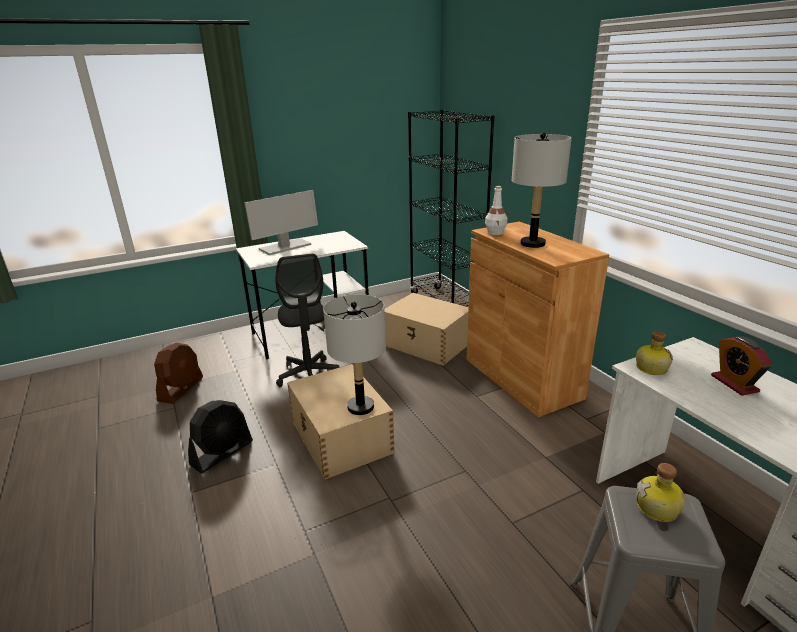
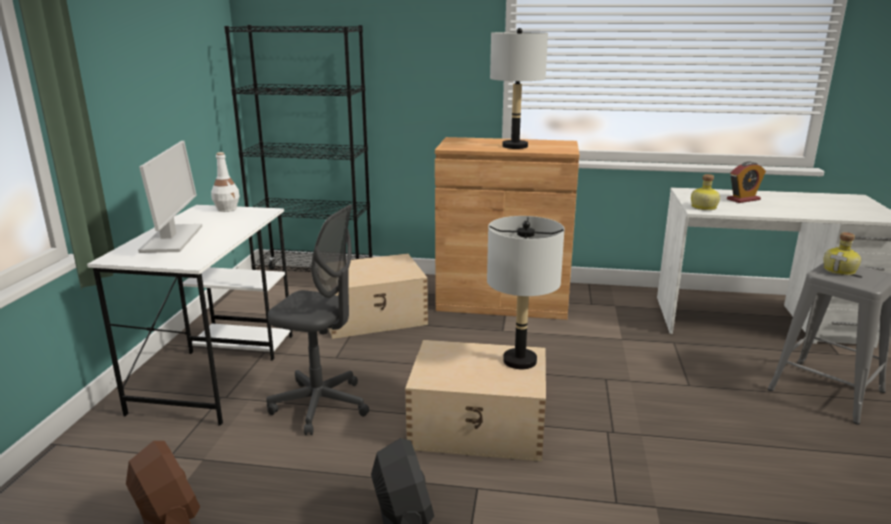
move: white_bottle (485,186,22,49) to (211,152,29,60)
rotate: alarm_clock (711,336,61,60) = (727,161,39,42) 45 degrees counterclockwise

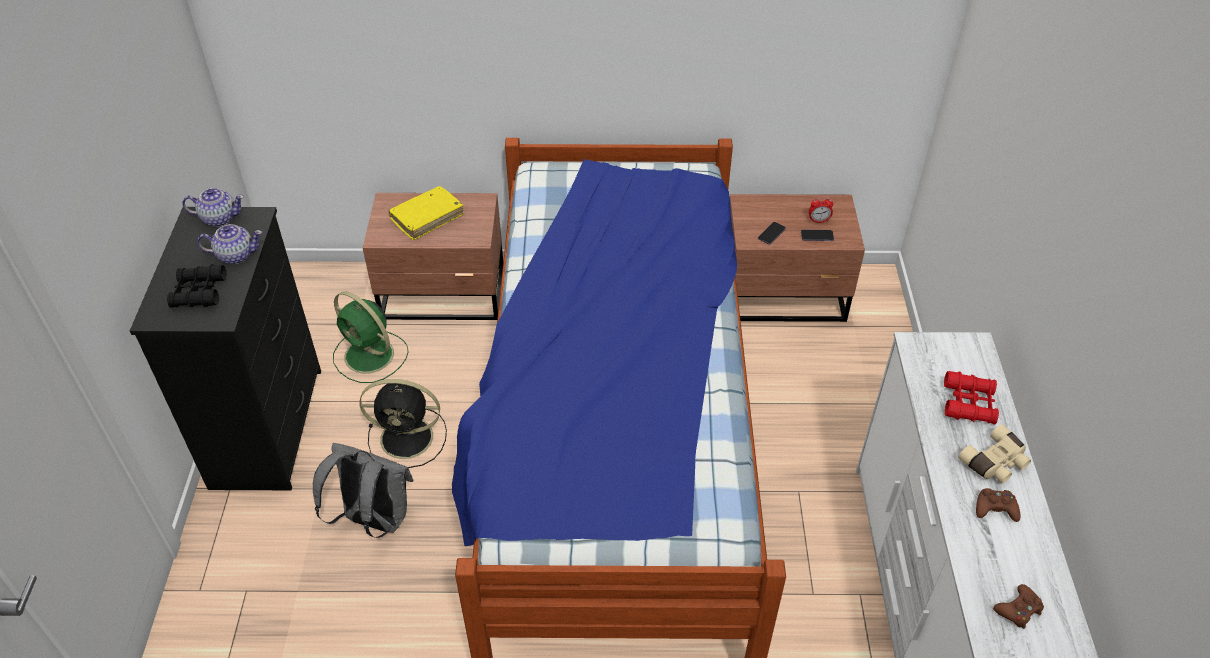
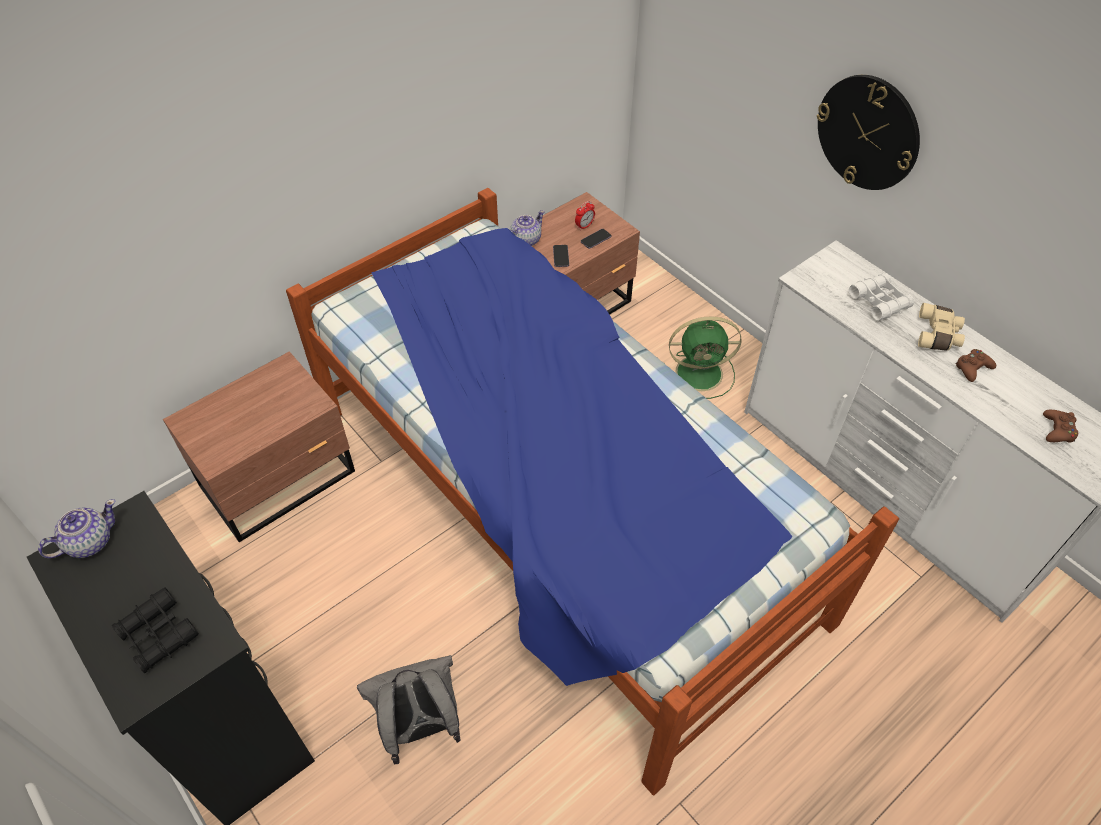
delete: black_fan (360,379,87,89); yellow_book (388,186,76,54)
insert: wall_clock (817,75,103,115)
move: teapot (197,224,65,40) to (510,210,35,36); green_fan (333,291,75,92) to (664,317,78,82)
recolor: red_binoculars (944,371,55,53) to white_binoculars (849,273,65,47)

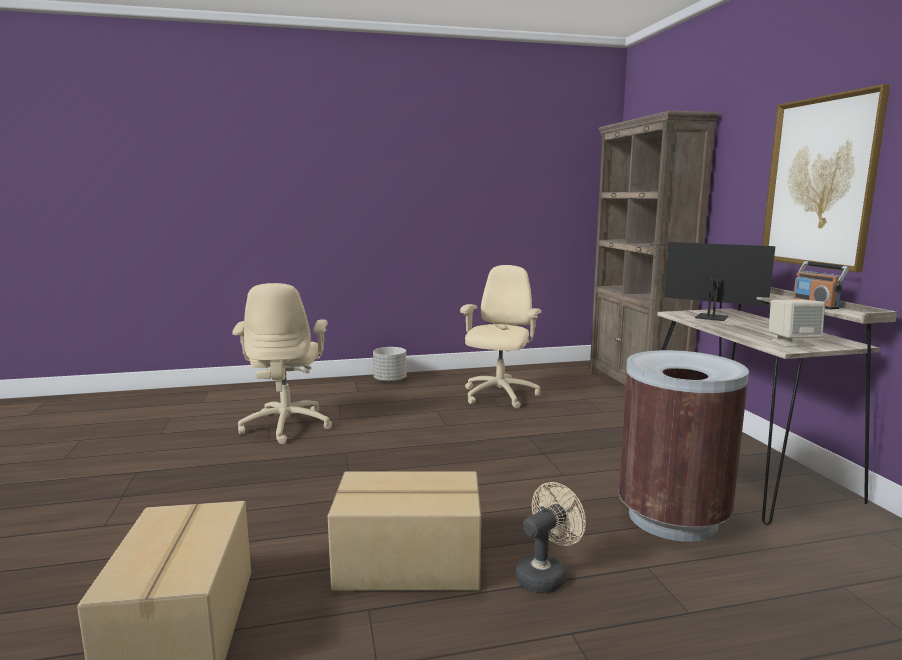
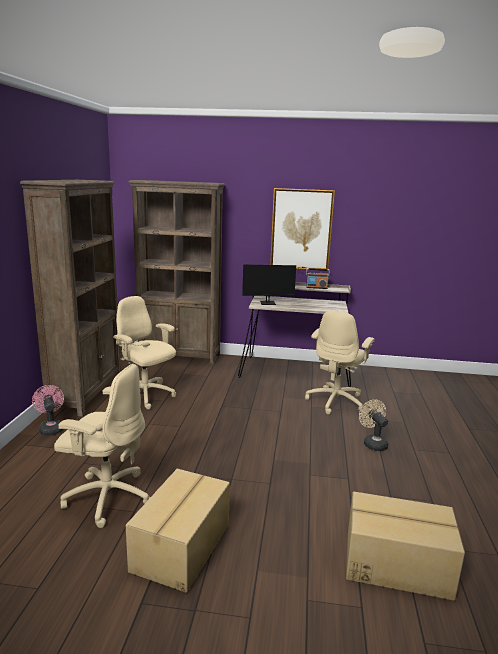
delete: beige_speaker (769,300,56,47)
insert: brown_bookcase (20,180,101,237)
move: cardboard_box (328,471,153,120) to (126,469,104,124)
replace: grey_planter (373,347,34,36) to pink_fan (32,385,32,51); brown_trash_can (618,350,131,192) to beige_office_chair (305,311,70,103)
rotate: monitor (643,242,132,79) = (242,264,68,41) 150 degrees counterclockwise

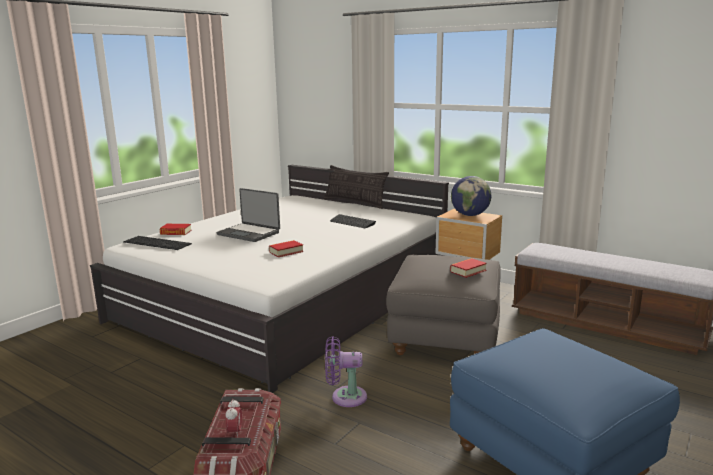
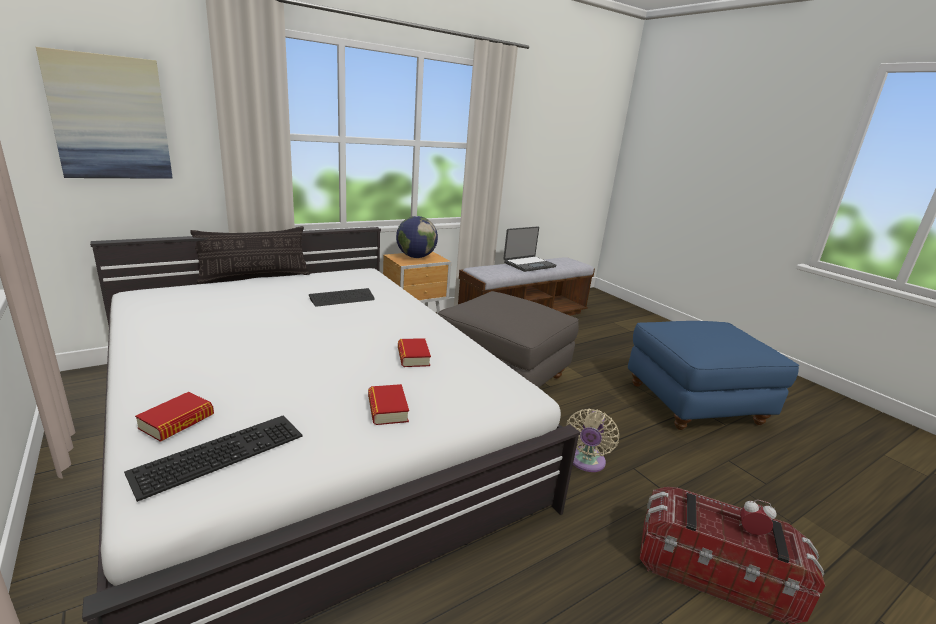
insert: picture (36,47,137,132)
move: book (450,258,37,20) to (368,384,41,41); laptop (217,188,63,54) to (503,226,53,46)
recolor: purple_fan (325,336,42,71) to beige_fan (566,408,53,64)

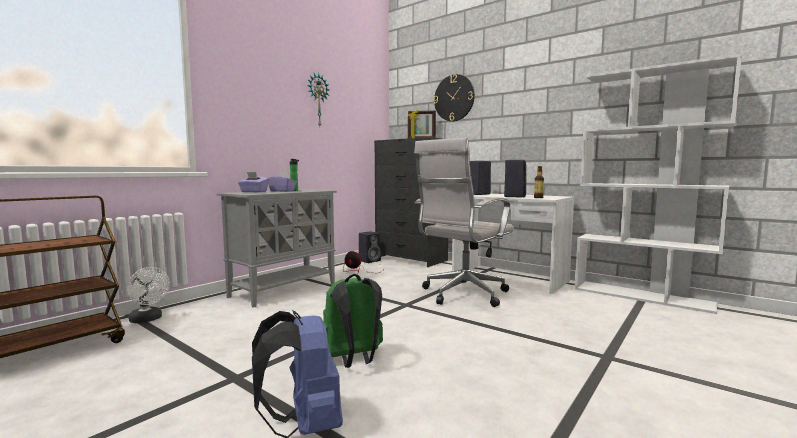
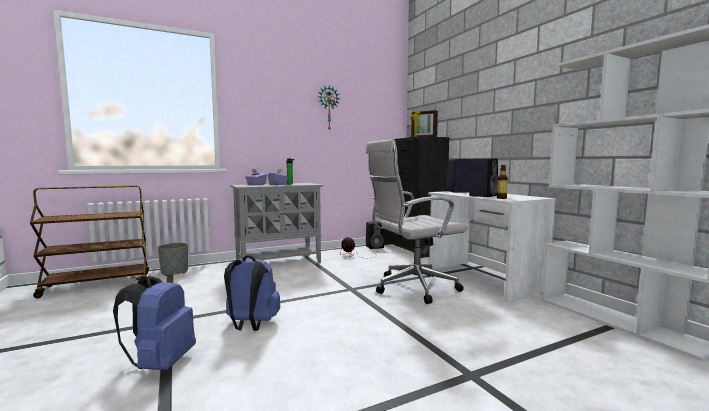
delete: wall_clock (434,74,41,47)
replace: white_fan (127,267,43,56) to grey_planter (158,243,30,33)
recolor: green_backpack (323,274,60,94) to blue_backpack (224,255,56,76)

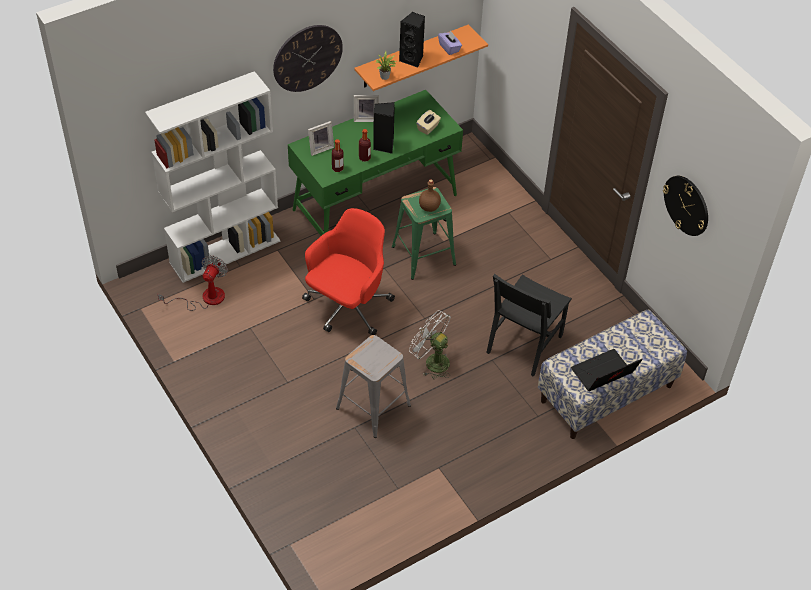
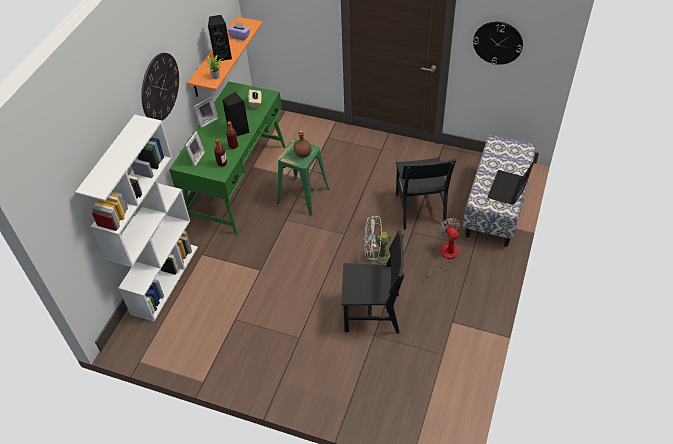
delete: red_office_chair (302,208,93,127)
move: fan (158,256,70,55) to (427,218,33,60)
replace: grey_stool (336,335,75,103) to black_chair (341,231,63,103)

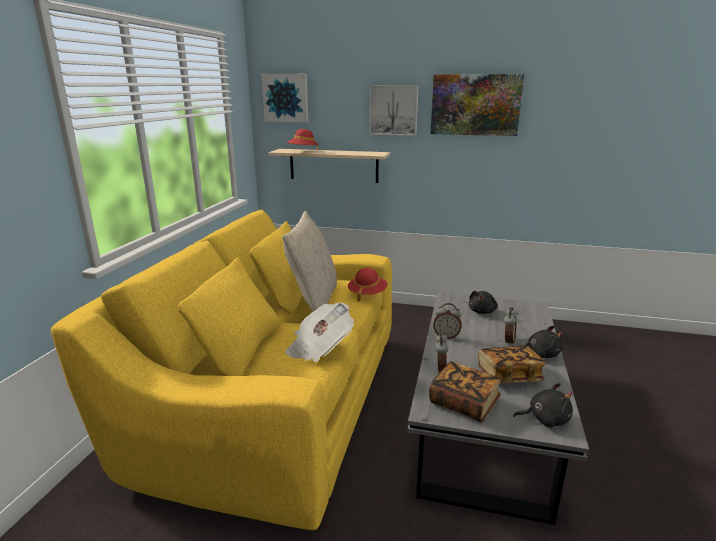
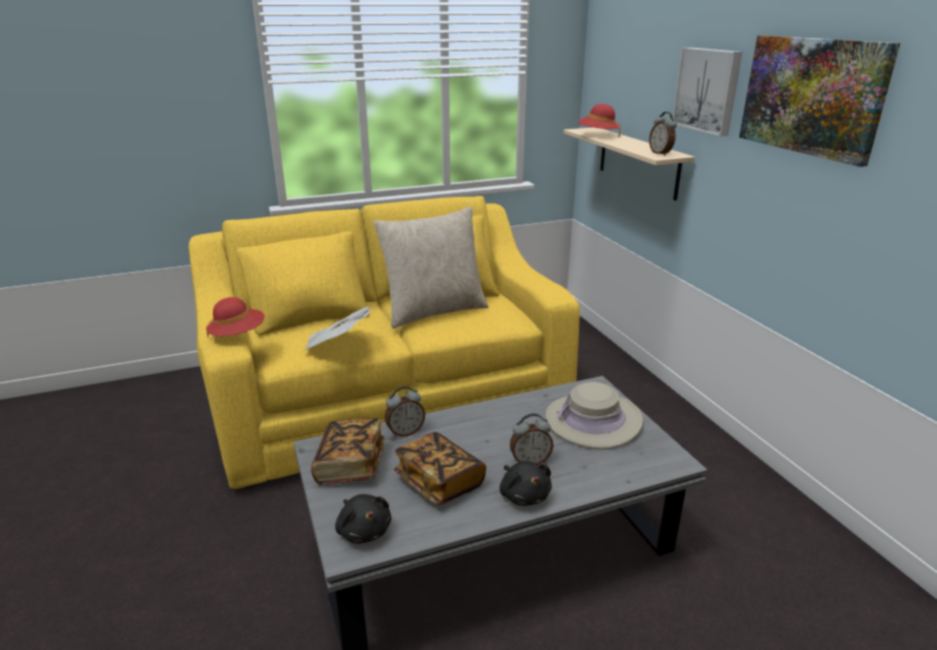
delete: picture (262,74,46,48)
move: red_hat (348,268,39,34) to (206,297,59,40); alarm_clock (433,303,28,36) to (649,112,28,44)
replace: black_plush_toy (469,291,29,23) to beige_hat (545,382,98,68)

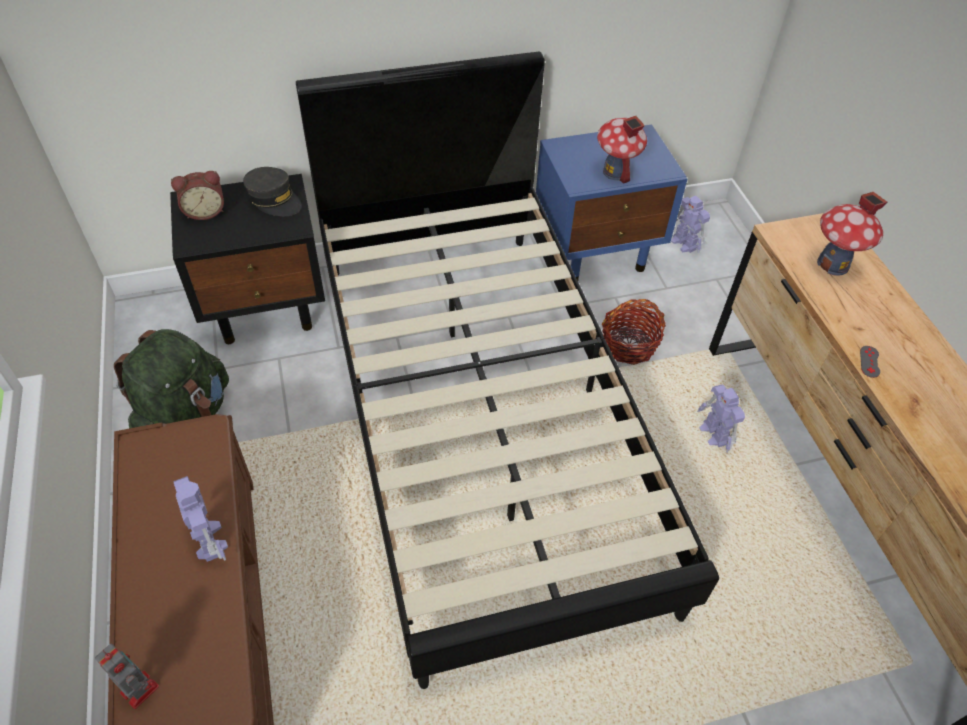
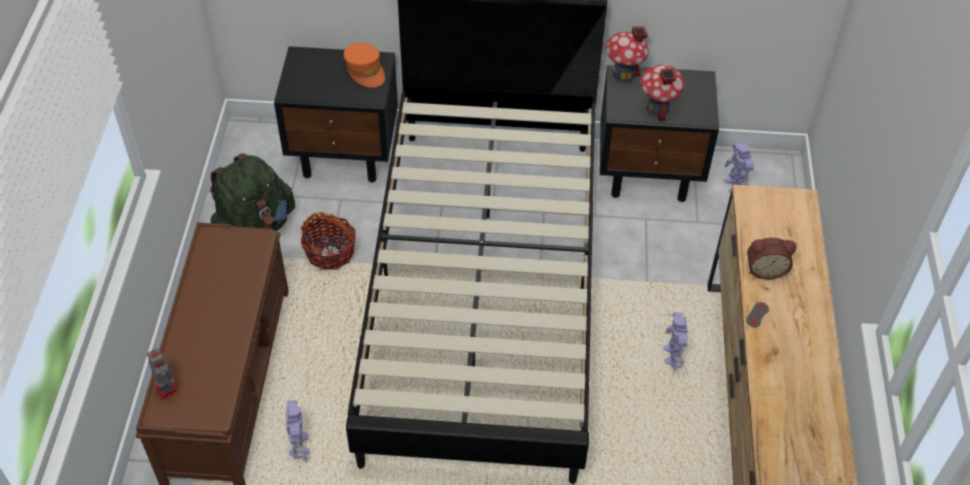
move: toy_robot (174,476,54,86) to (286,400,24,62); basket (602,299,64,66) to (300,212,56,58); toy_house (817,192,70,84) to (606,26,43,58); alarm_clock (171,171,53,49) to (747,238,49,41)
recolor: grey_cap (243,167,59,49) to orange_cap (344,42,41,46); blue_nightstand (536,124,151,157) to black_nightstand (600,65,119,137)

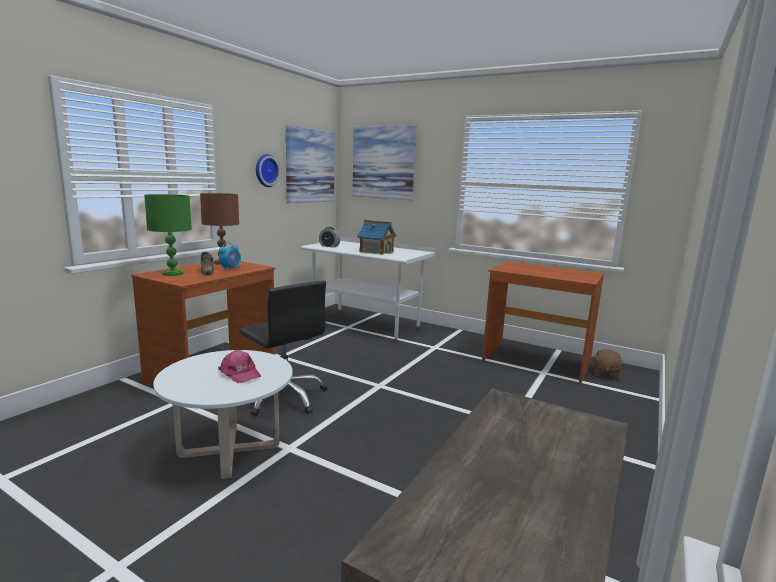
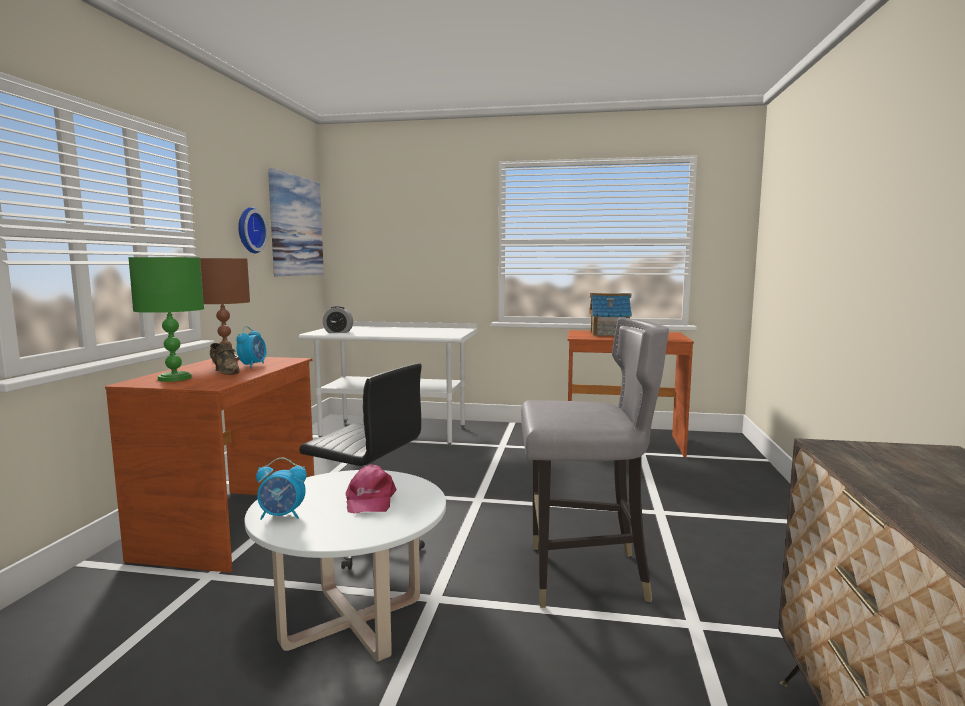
delete: picture (352,125,64,75); brown_plush_toy (594,349,30,30)
insert: alarm_clock (256,458,51,62); grey_chair (521,317,148,291)
move: toy_house (357,220,39,35) to (589,293,43,43)
rotate: pink_cap (218,350,43,33) = (346,464,51,50) 60 degrees clockwise

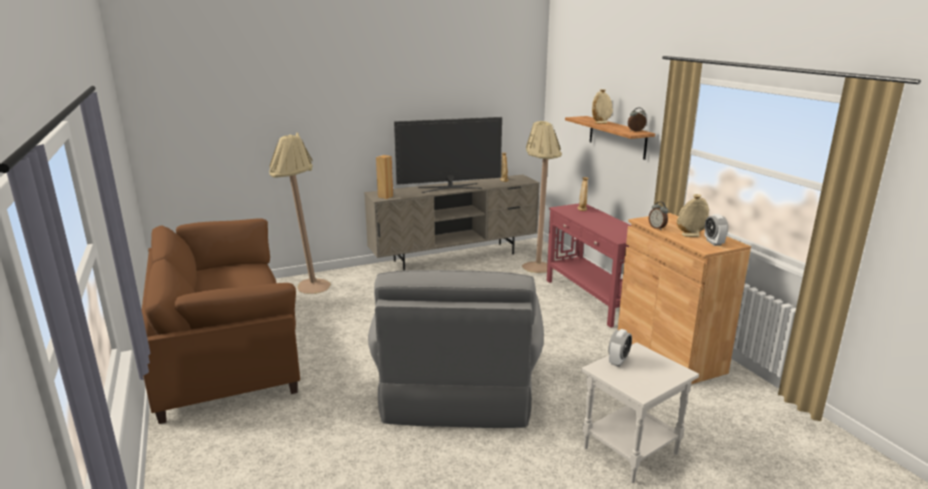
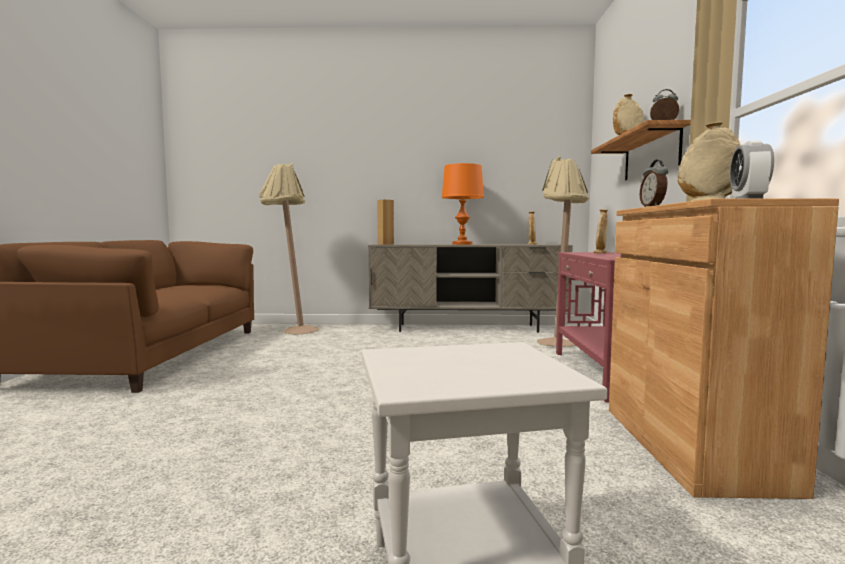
delete: grey_armchair (368,270,176,158); alarm_clock (608,329,24,38)
replace: television (394,117,108,76) to orange_table_lamp (442,163,42,82)

